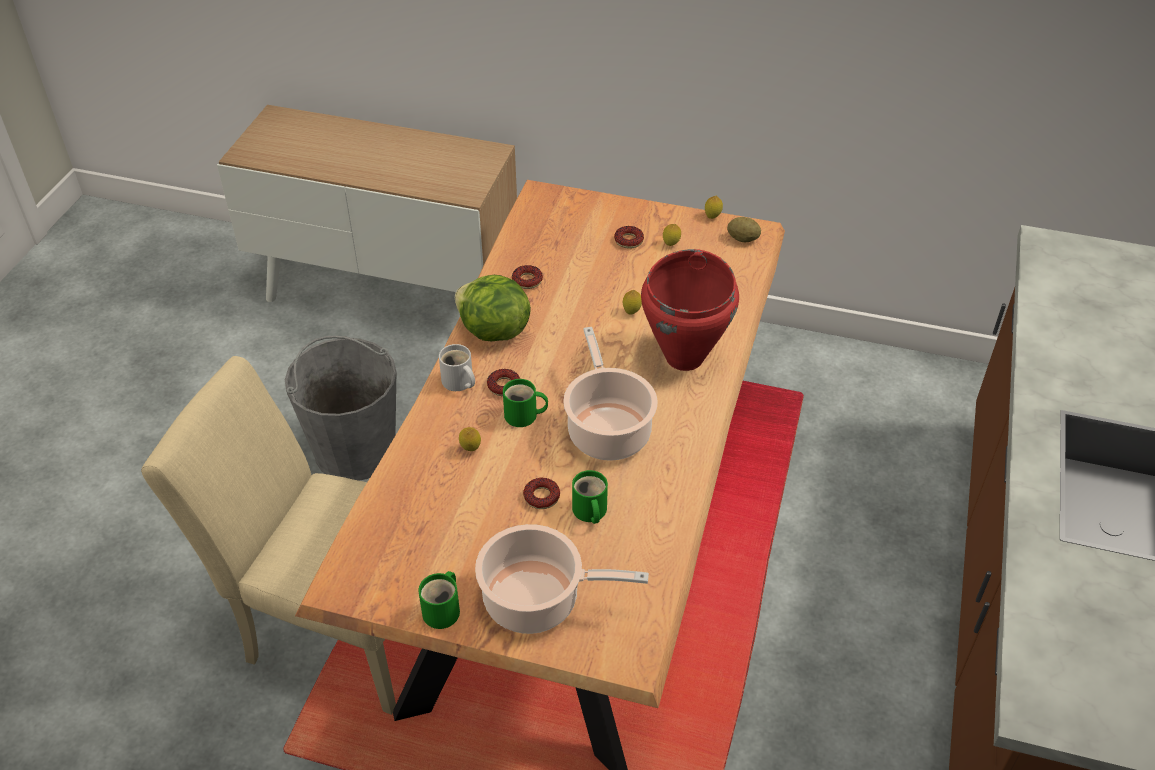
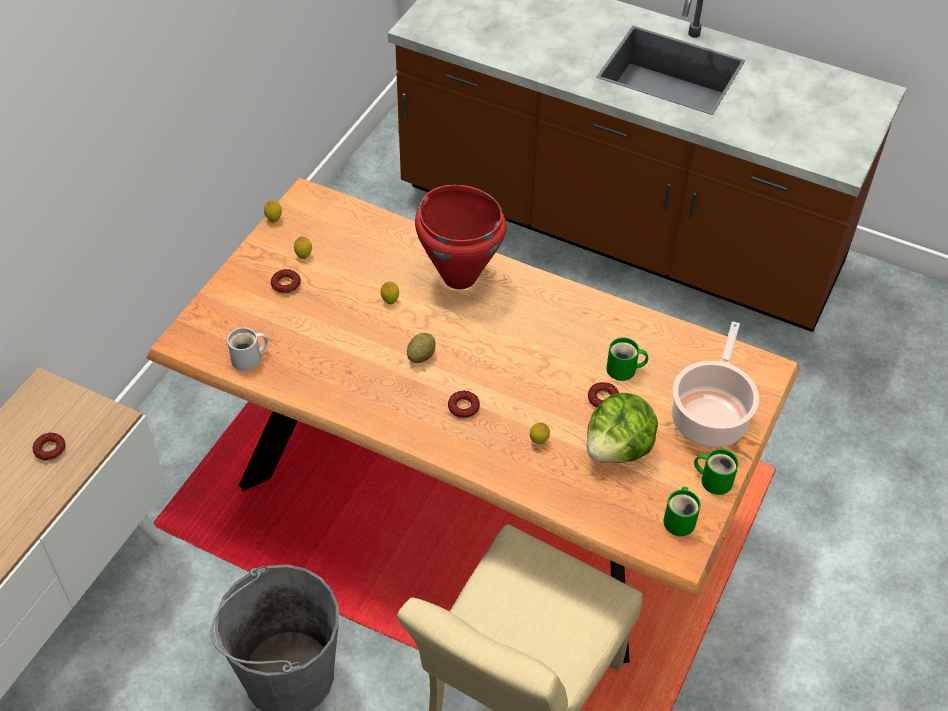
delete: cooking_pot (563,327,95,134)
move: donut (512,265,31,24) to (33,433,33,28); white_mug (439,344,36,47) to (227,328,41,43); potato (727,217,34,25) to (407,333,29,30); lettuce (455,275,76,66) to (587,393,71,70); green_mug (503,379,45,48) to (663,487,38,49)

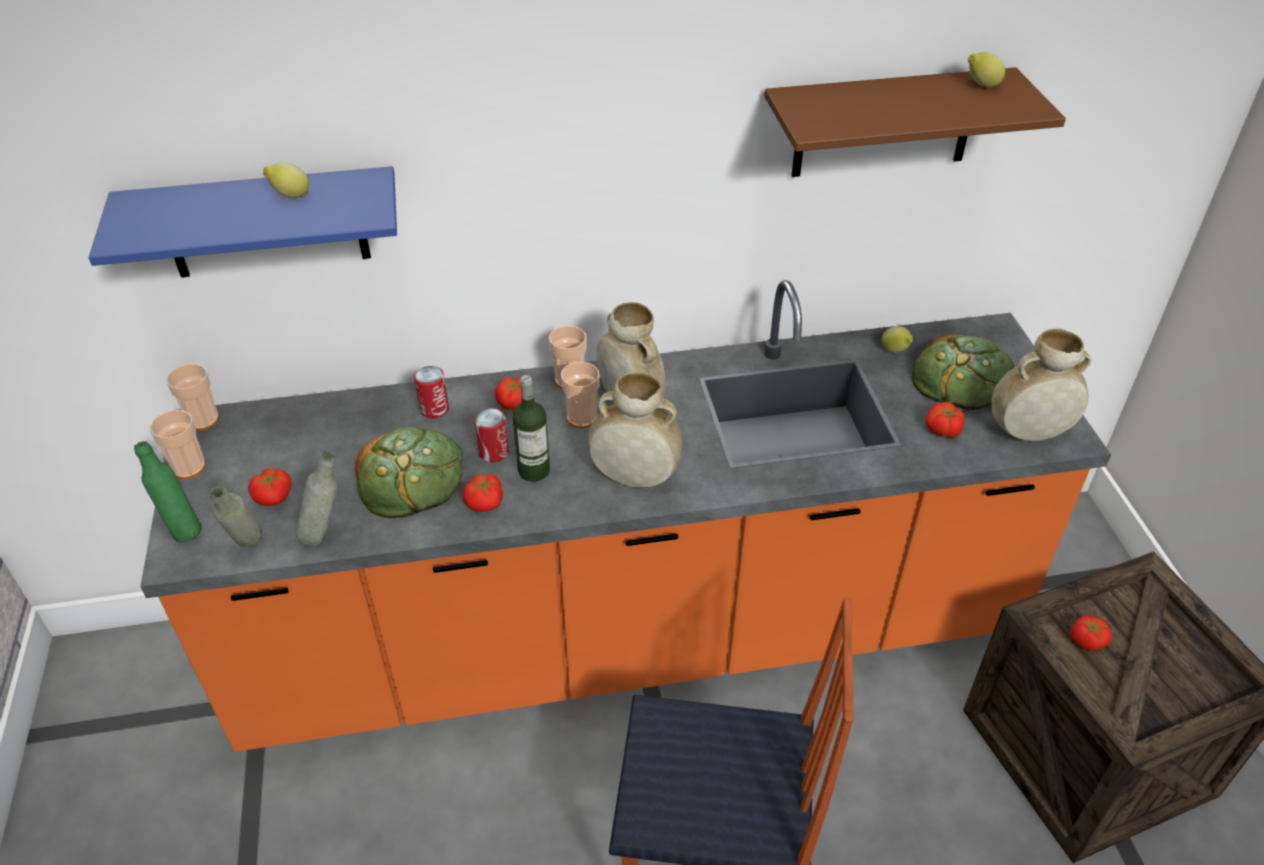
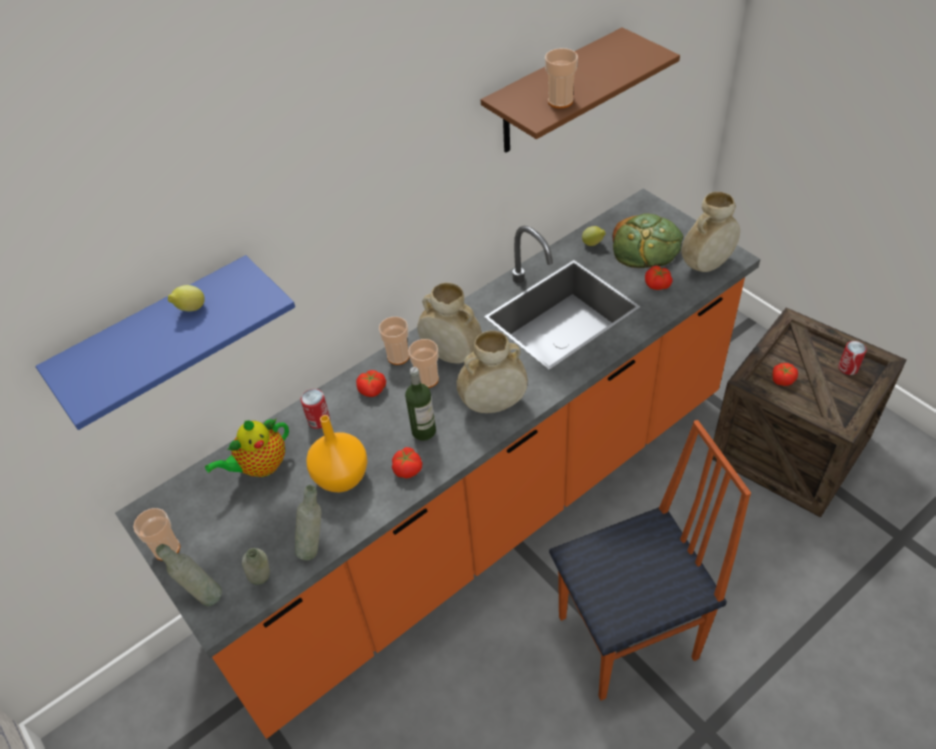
delete: tomato (248,468,44,38); lemon (968,52,37,35)
insert: teapot (205,419,84,58)
move: cup (166,364,53,66) to (545,48,33,60); can (474,408,35,54) to (838,341,29,34)
replace: bread (355,427,108,91) to orange_vase (307,415,61,77)
recolor: green_bottle (134,441,68,101) to grey_bottle (156,544,66,62)

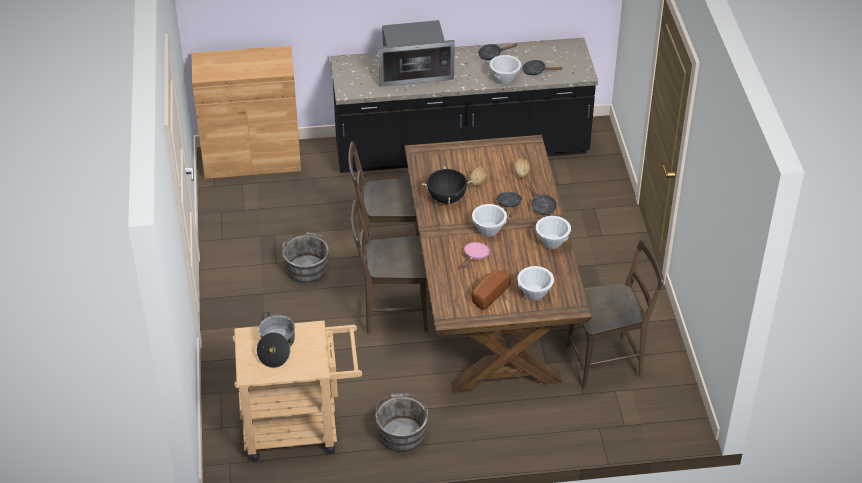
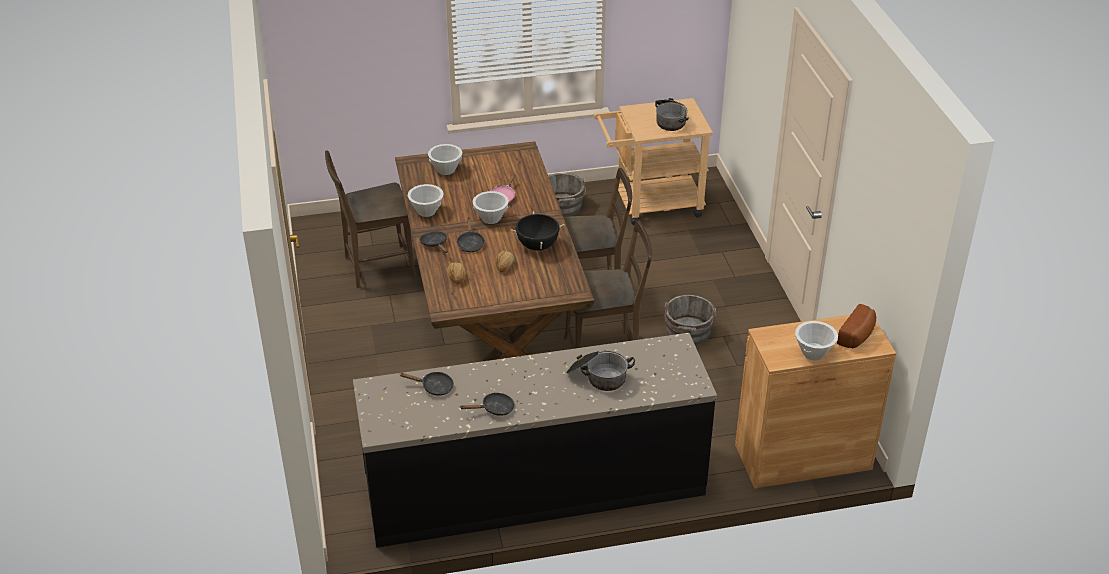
move: white_bowl (490,55,31,29) to (795,321,43,39); bread (472,269,39,41) to (837,304,39,44)
replace: microwave (378,20,77,67) to cooking_pot (566,351,69,40)

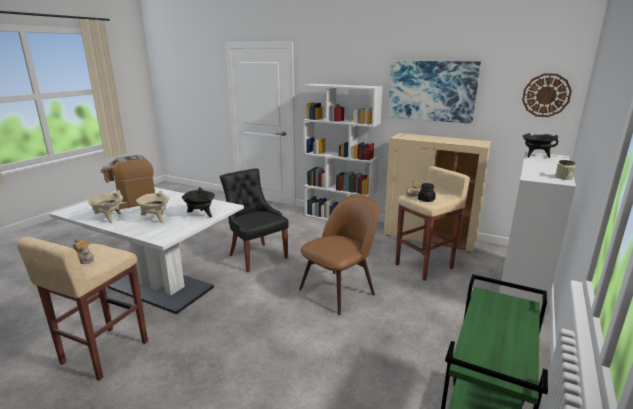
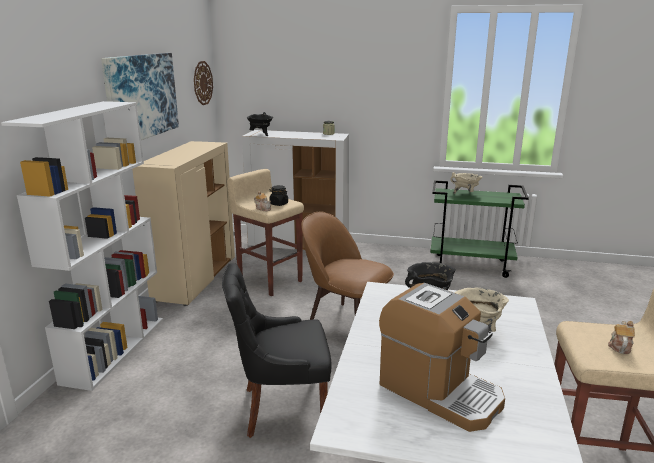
move: beige_cooking_pot (88,190,35,33) to (450,172,32,22)
rotate: black_chair (220,168,69,104) = (222,263,110,175) 45 degrees clockwise

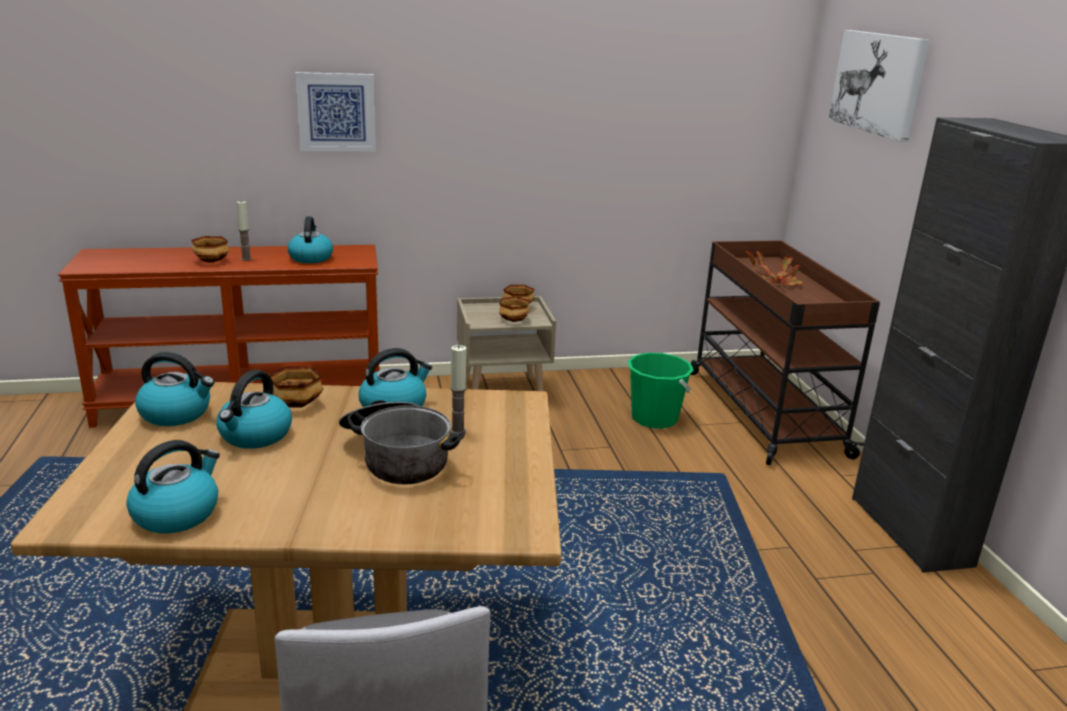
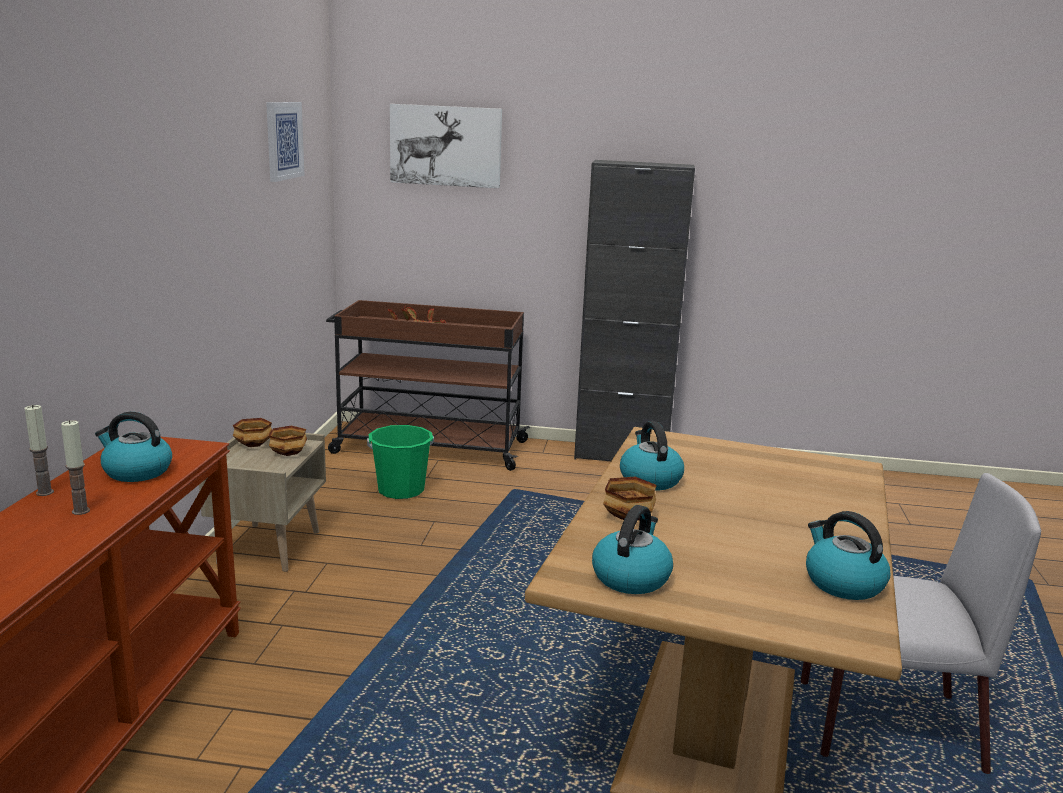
delete: bowl (191,236,38,27); kettle (217,370,75,79); cooking_pot (339,400,127,84)
move: candle (450,345,17,88) to (25,405,29,91); picture (295,72,81,79) to (266,102,39,80)

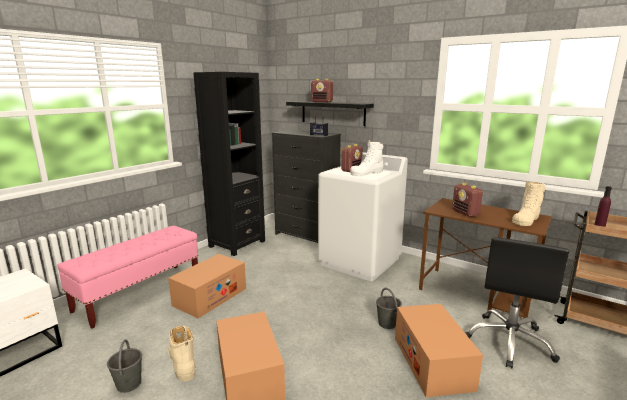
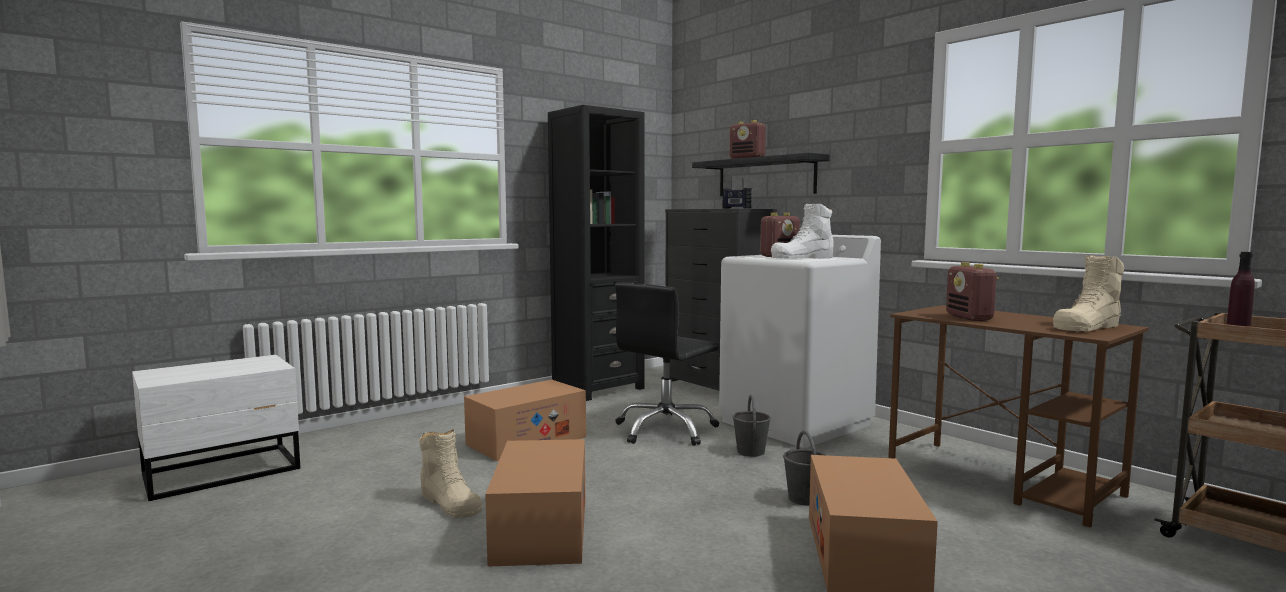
delete: pink_bench (57,226,141,102)
move: black_office_chair (465,237,104,131) to (615,282,104,164); grey_bucket (107,339,35,54) to (733,395,38,62)
rotate: beige_boot (168,326,28,56) = (419,429,63,89) 150 degrees clockwise

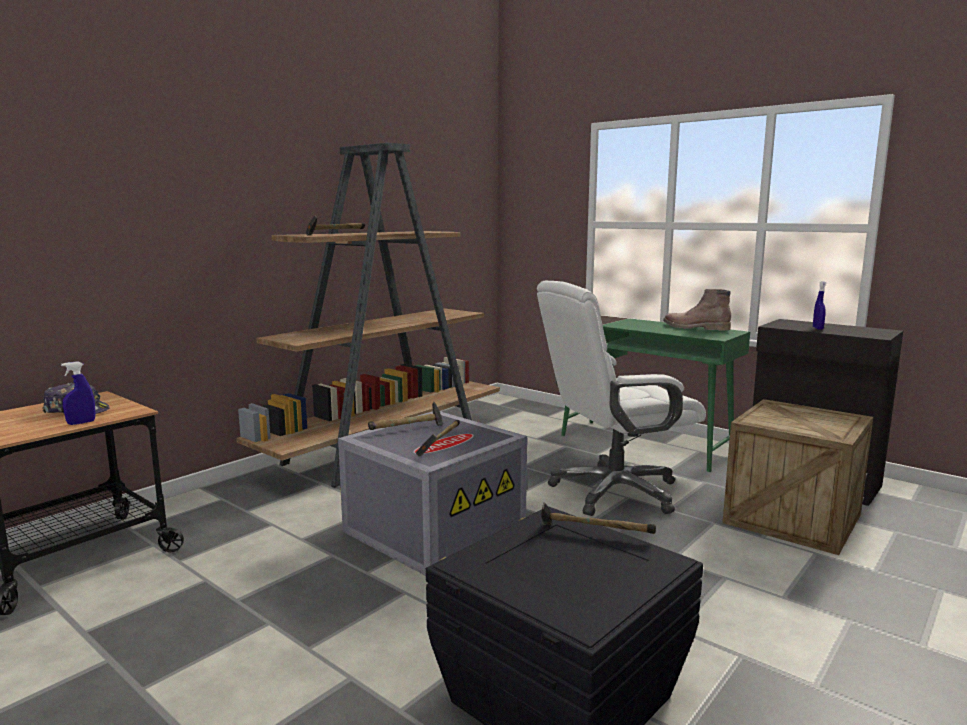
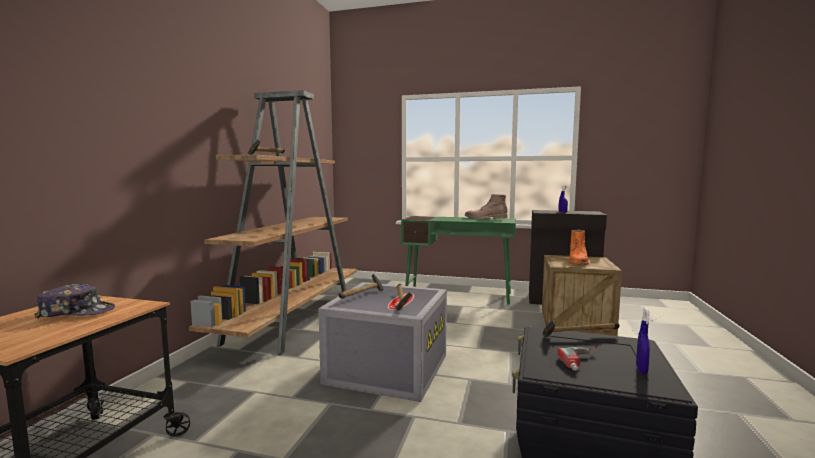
delete: white_office_chair (537,281,169,235)
insert: power_drill (557,347,41,24); orange_boot (569,230,20,35)
move: blue_spray_bottle (61,361,34,64) to (636,307,14,67)

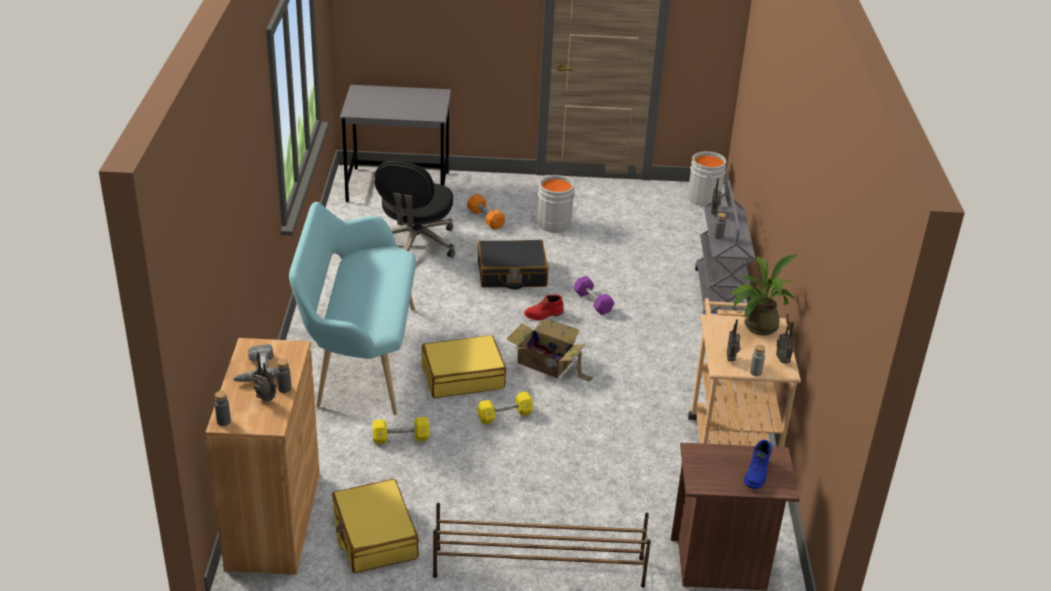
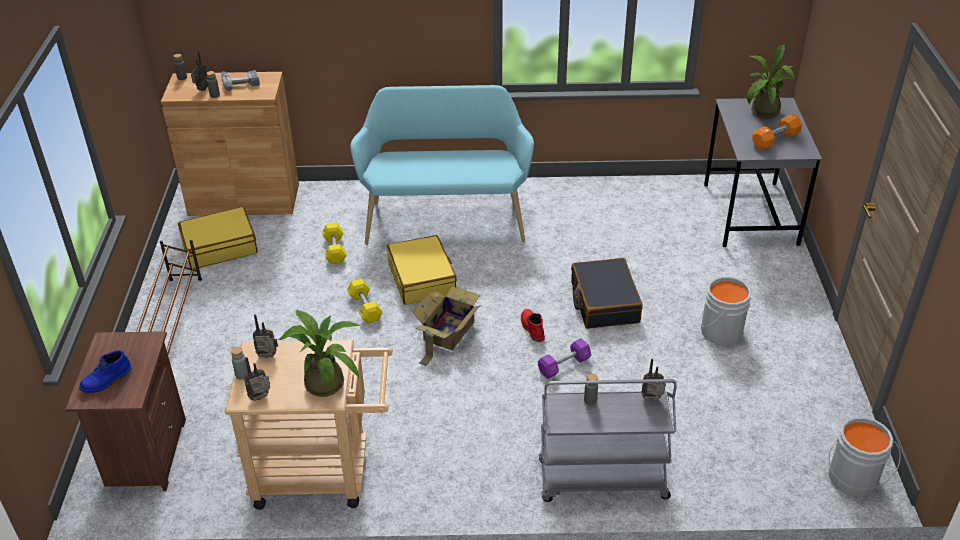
delete: black_office_chair (375,161,80,97)
insert: potted_plant (747,44,48,74)
move: orange_dumbbell (467,194,38,36) to (752,114,50,36)
rotate: blue_boot (744,440,28,49) = (79,350,53,43) 60 degrees counterclockwise

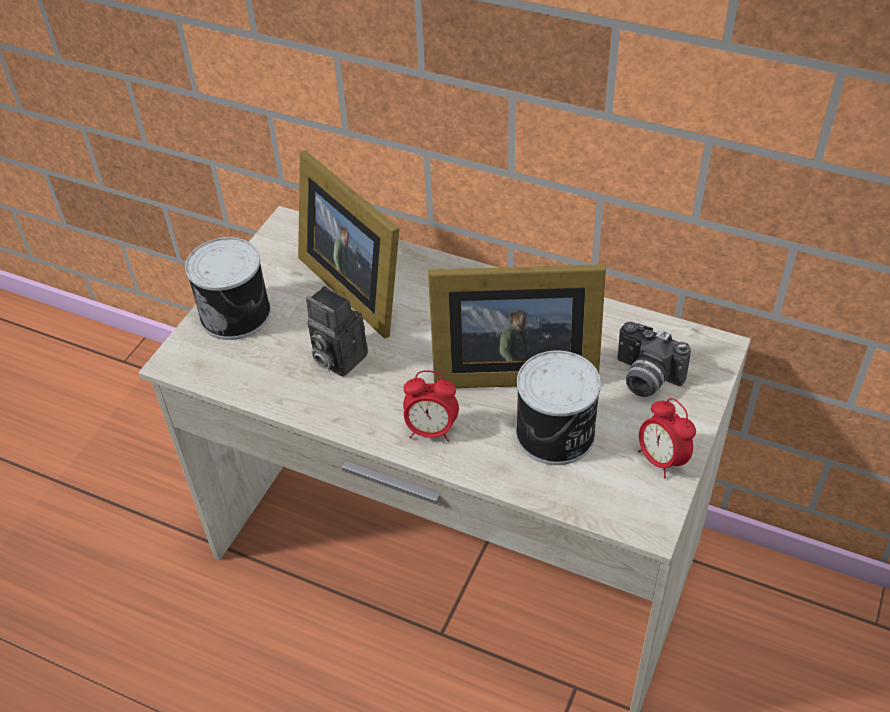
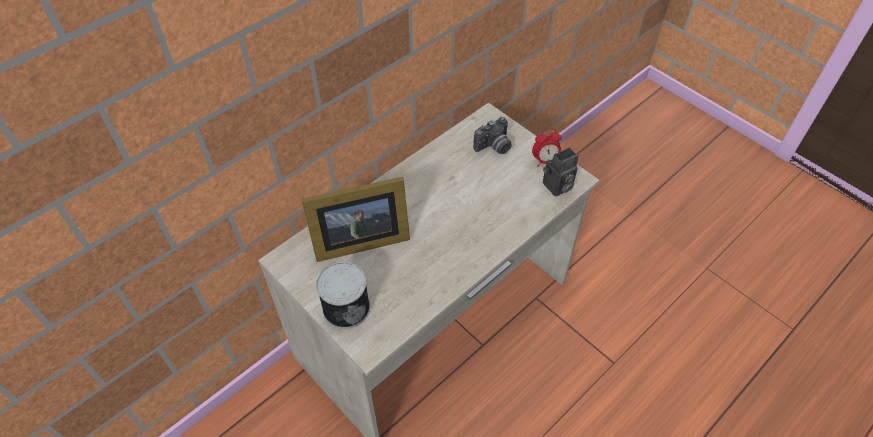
delete: alarm_clock (403,370,56,72); picture_frame (428,264,178,124); can (516,350,85,115)
move: photo_camera (306,286,62,91) to (543,148,36,48)

